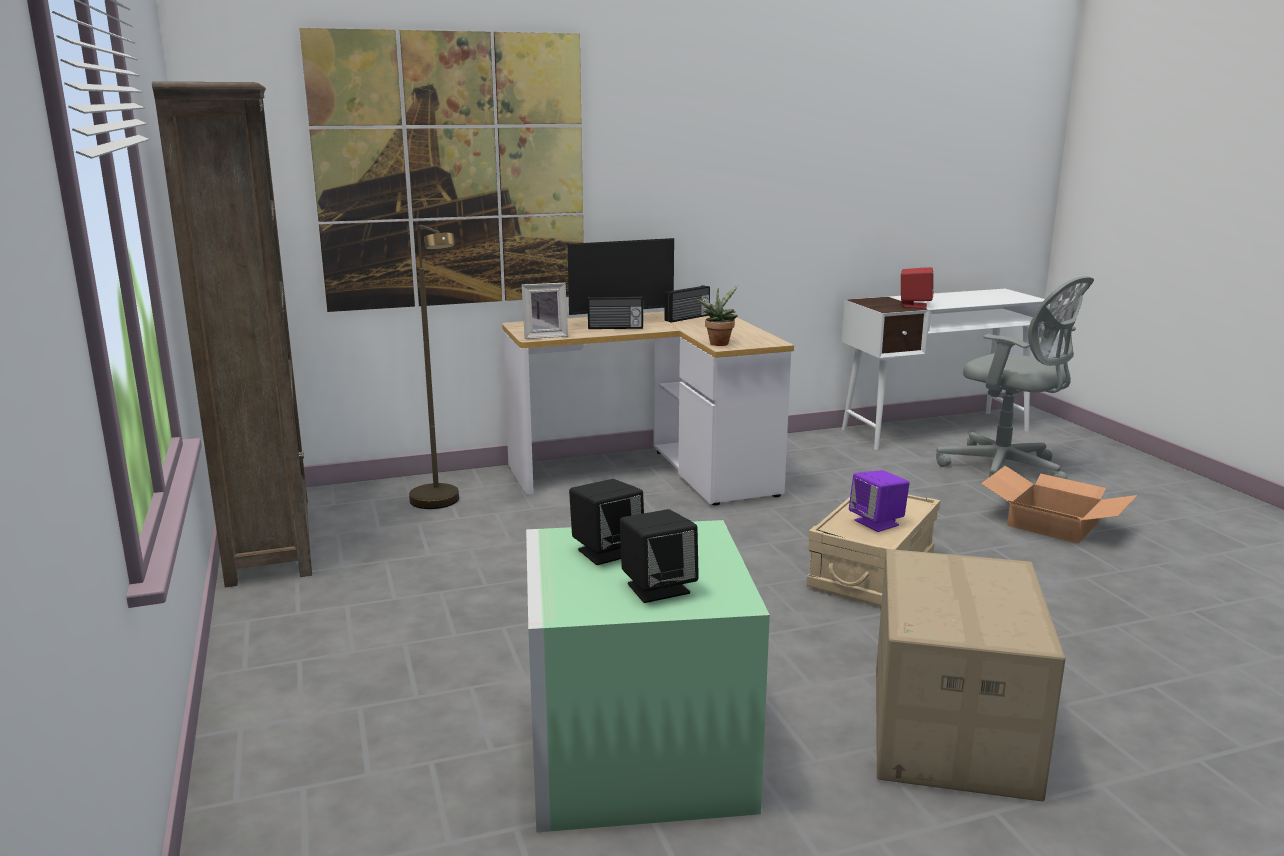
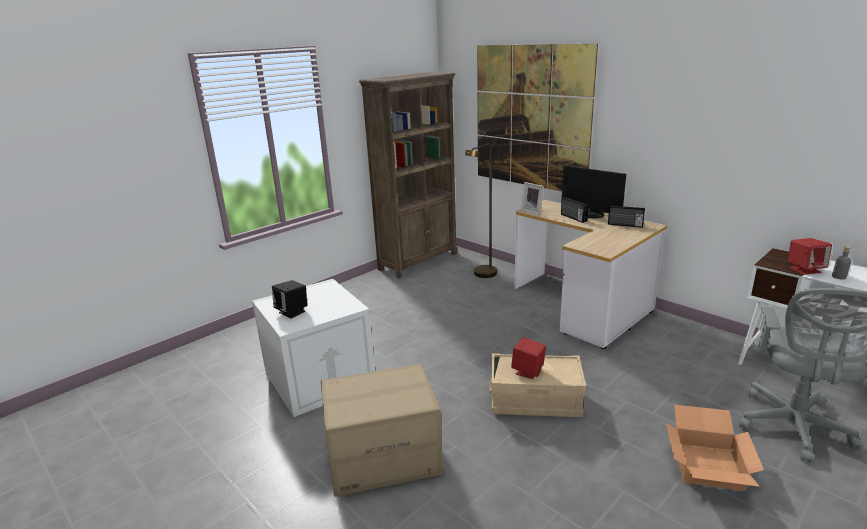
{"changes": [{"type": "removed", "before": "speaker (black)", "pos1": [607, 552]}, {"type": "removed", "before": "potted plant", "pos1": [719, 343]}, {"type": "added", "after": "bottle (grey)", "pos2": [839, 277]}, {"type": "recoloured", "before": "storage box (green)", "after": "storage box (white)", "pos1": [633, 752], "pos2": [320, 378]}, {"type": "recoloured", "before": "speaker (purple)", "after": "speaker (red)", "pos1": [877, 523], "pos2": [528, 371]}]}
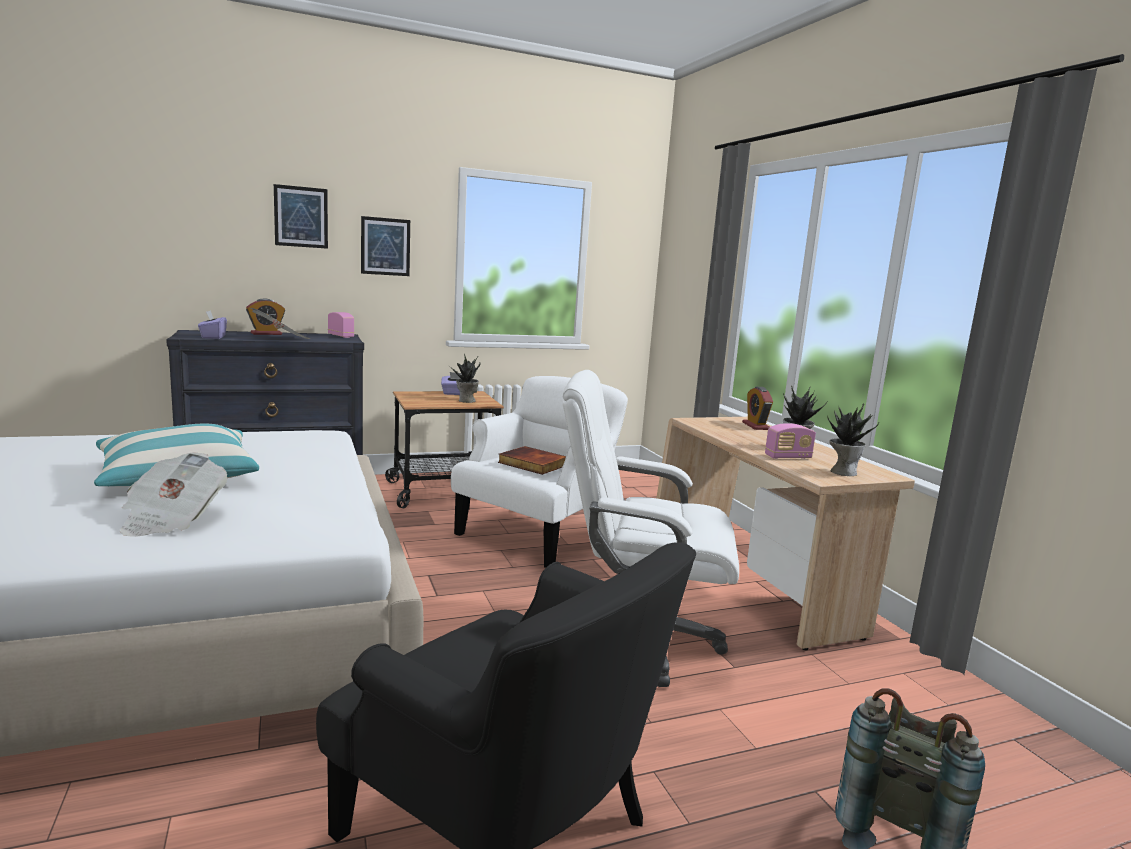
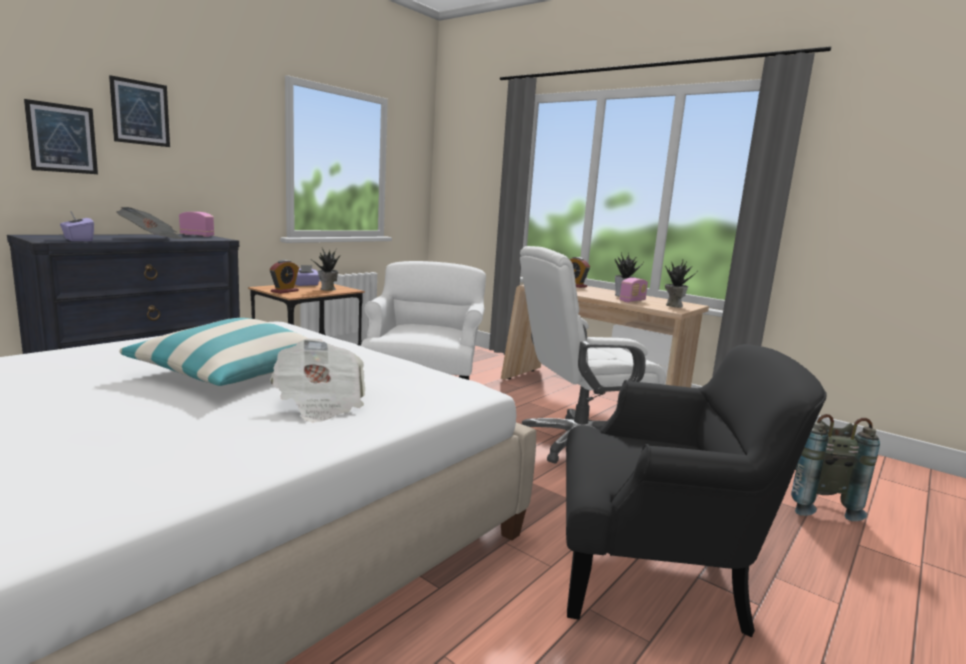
{"changes": [{"type": "removed", "before": "book", "pos1": [531, 464]}, {"type": "moved", "before": "alarm clock", "pos1": [266, 334], "pos2": [284, 291]}, {"type": "moved", "before": "picture", "pos1": [385, 246], "pos2": [62, 138]}]}
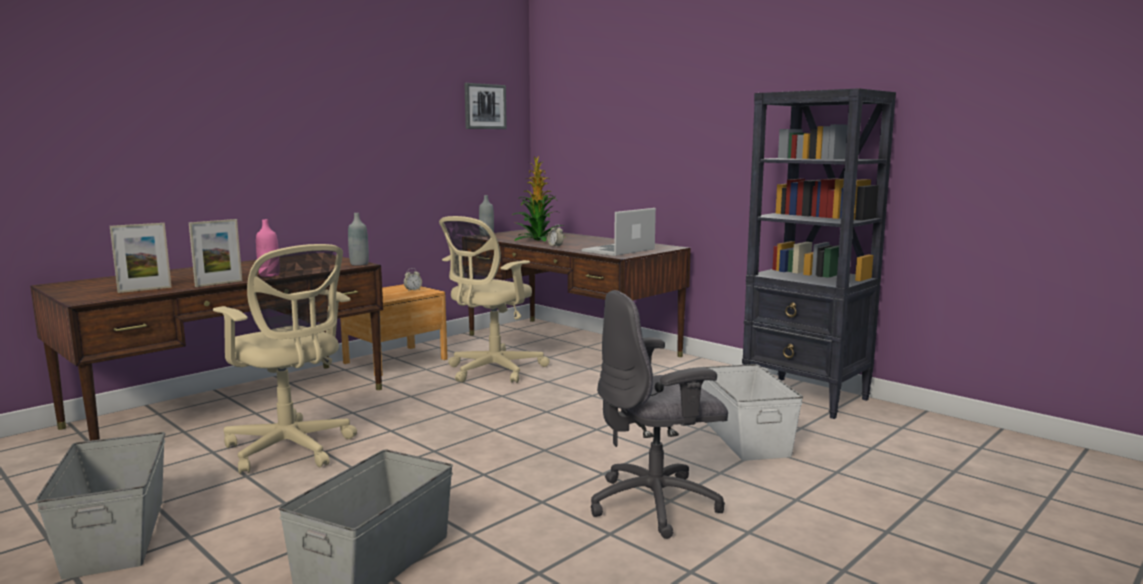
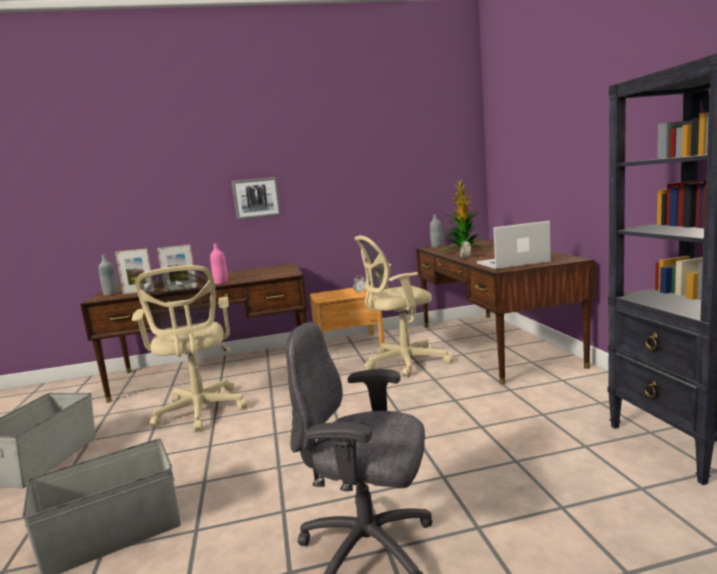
{"changes": [{"type": "removed", "before": "storage box (white)", "pos1": [746, 437]}, {"type": "moved", "before": "bottle (grey)", "pos1": [359, 264], "pos2": [111, 294]}, {"type": "moved", "before": "picture", "pos1": [484, 106], "pos2": [256, 198]}]}
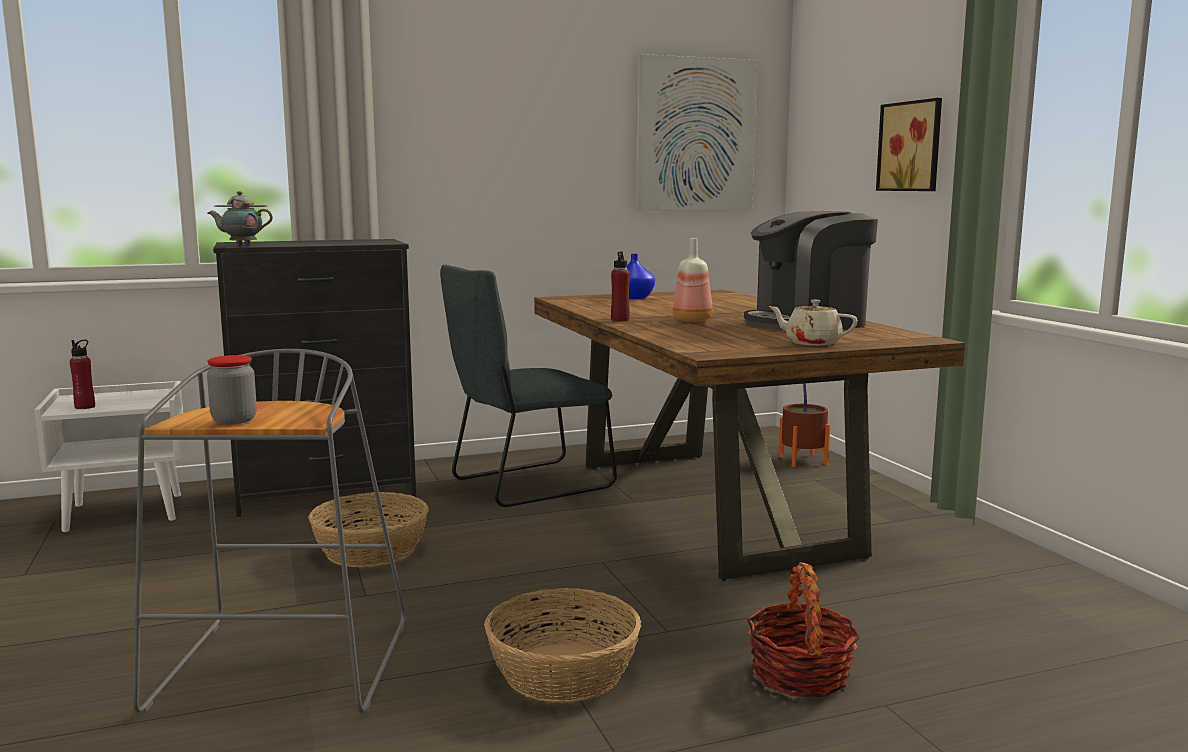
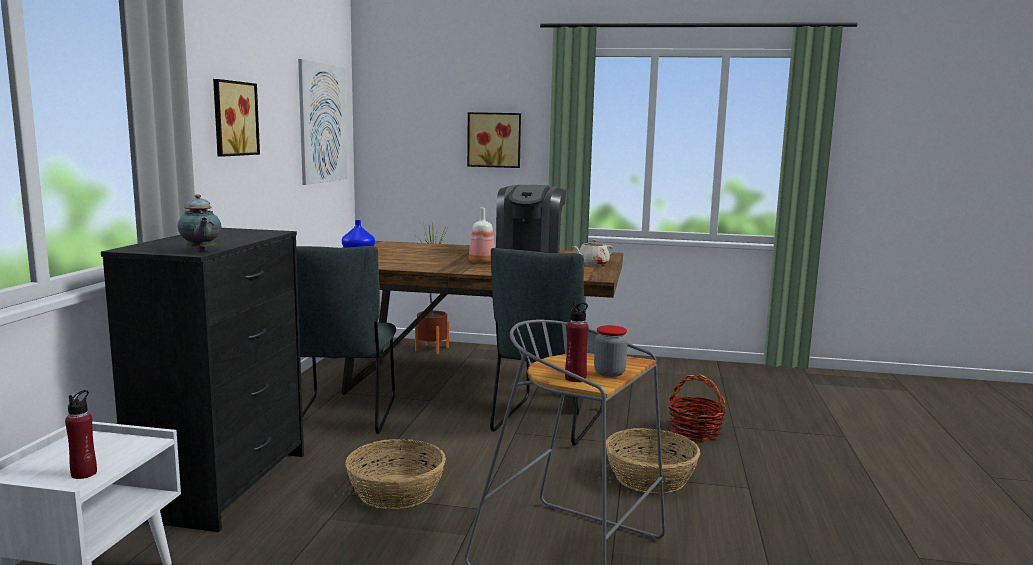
{"changes": [{"type": "added", "after": "picture", "pos2": [232, 118]}, {"type": "added", "after": "chair (grey)", "pos2": [546, 423]}, {"type": "moved", "before": "bottle (red)", "pos1": [620, 320], "pos2": [575, 378]}, {"type": "turned", "before": "teapot", "pos1": [241, 246], "pos2": [201, 251], "turn": -60}]}
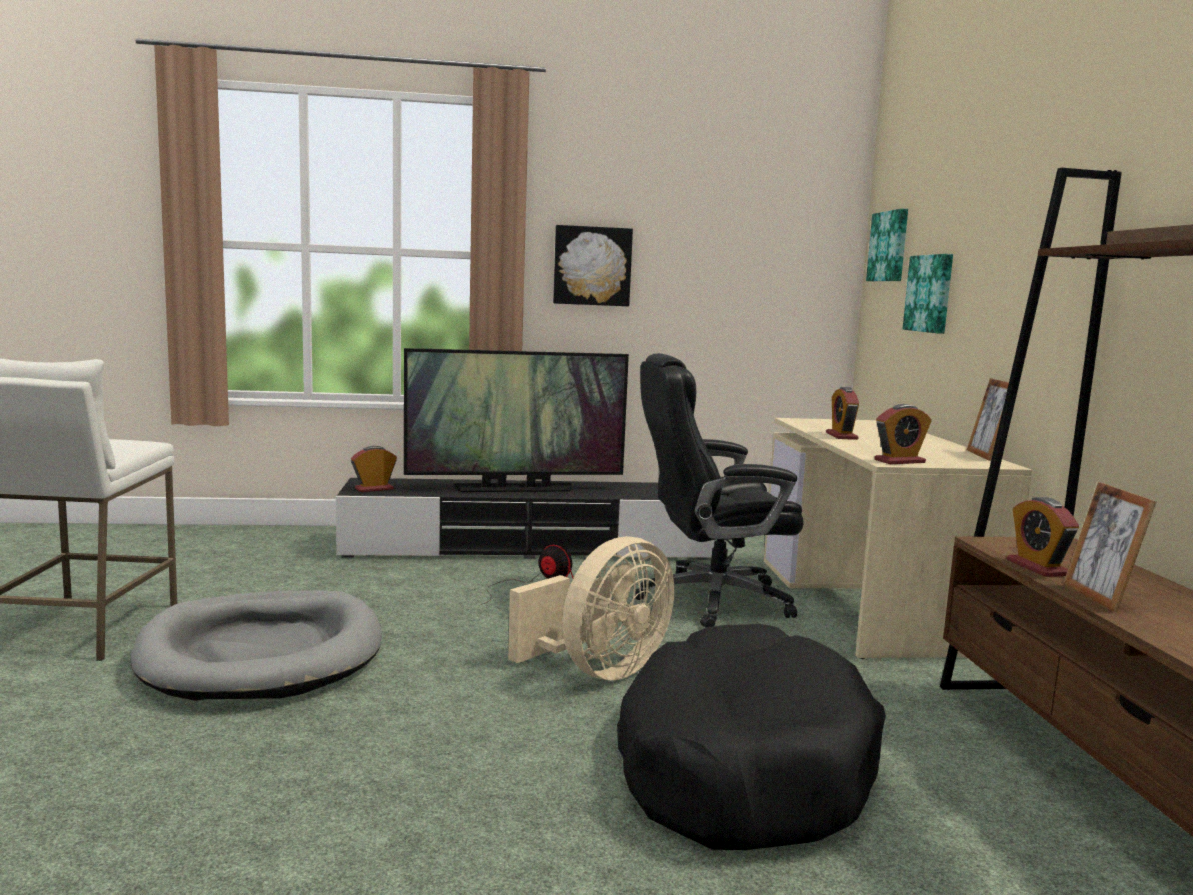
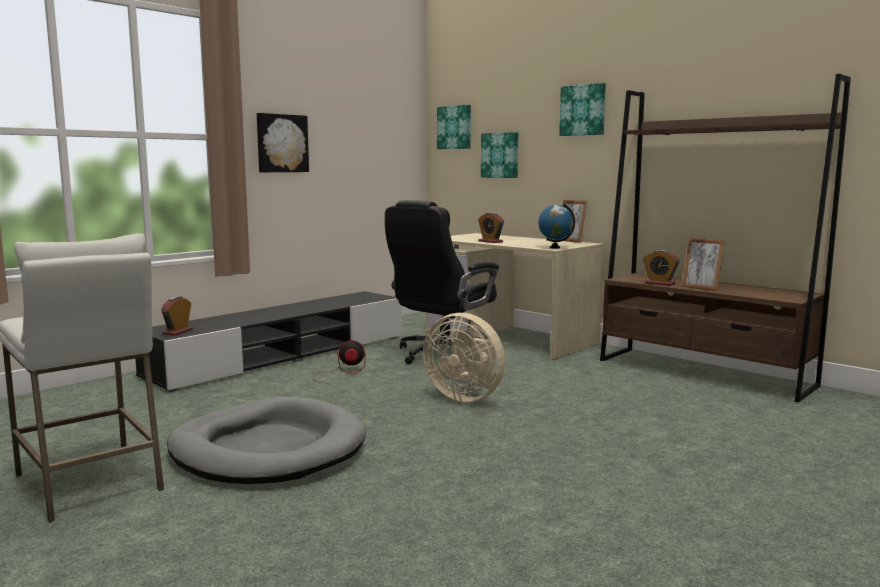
{"changes": [{"type": "removed", "before": "television", "pos1": [515, 489]}, {"type": "removed", "before": "dog bed (black)", "pos1": [741, 765]}, {"type": "added", "after": "picture", "pos2": [583, 110]}, {"type": "replaced", "before": "alarm clock", "after": "globe", "pos1": [899, 461], "pos2": [555, 247]}, {"type": "turned", "before": "fan (beige)", "pos1": [600, 671], "pos2": [466, 397], "turn": 120}]}
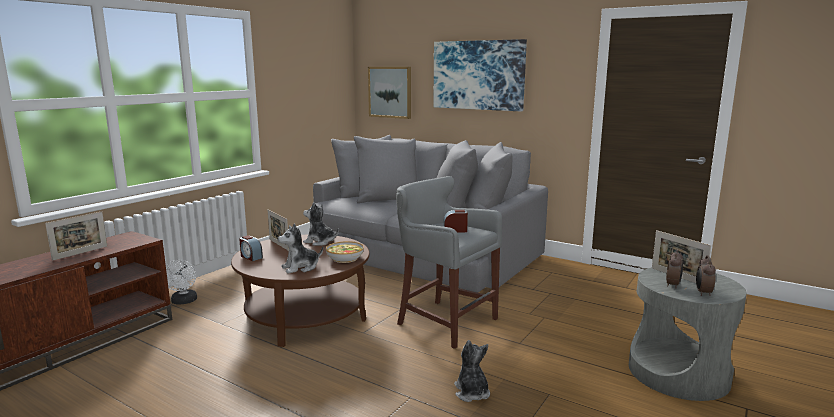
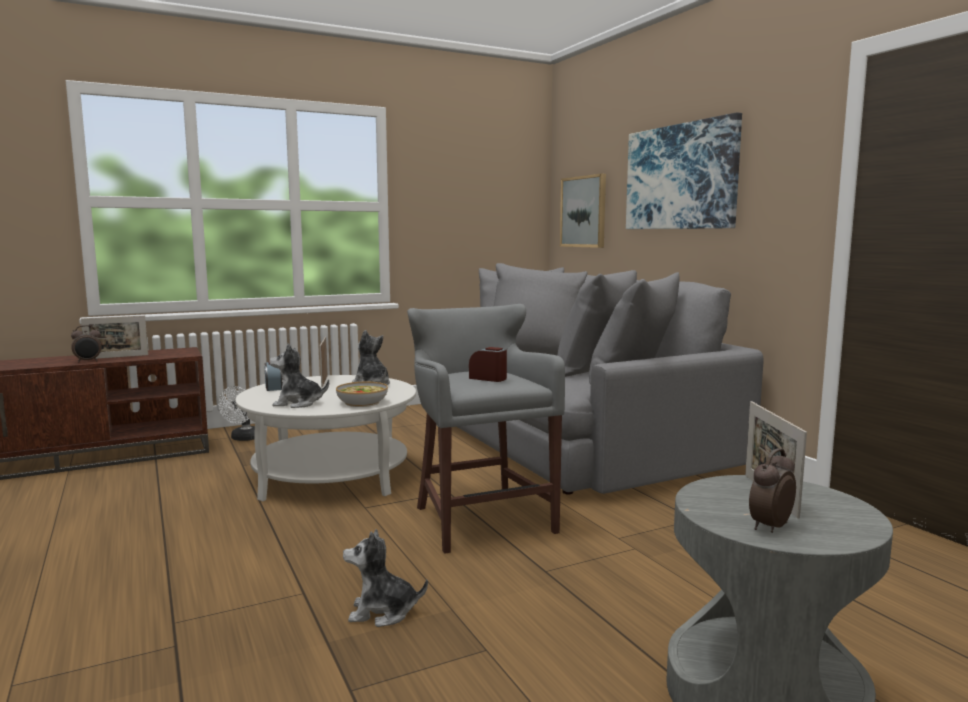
{"changes": [{"type": "moved", "before": "alarm clock", "pos1": [673, 285], "pos2": [88, 361]}, {"type": "recoloured", "before": "coffee table (brown)", "after": "coffee table (white)", "pos1": [305, 316], "pos2": [331, 476]}, {"type": "turned", "before": "plush toy", "pos1": [471, 393], "pos2": [382, 612], "turn": -105}]}
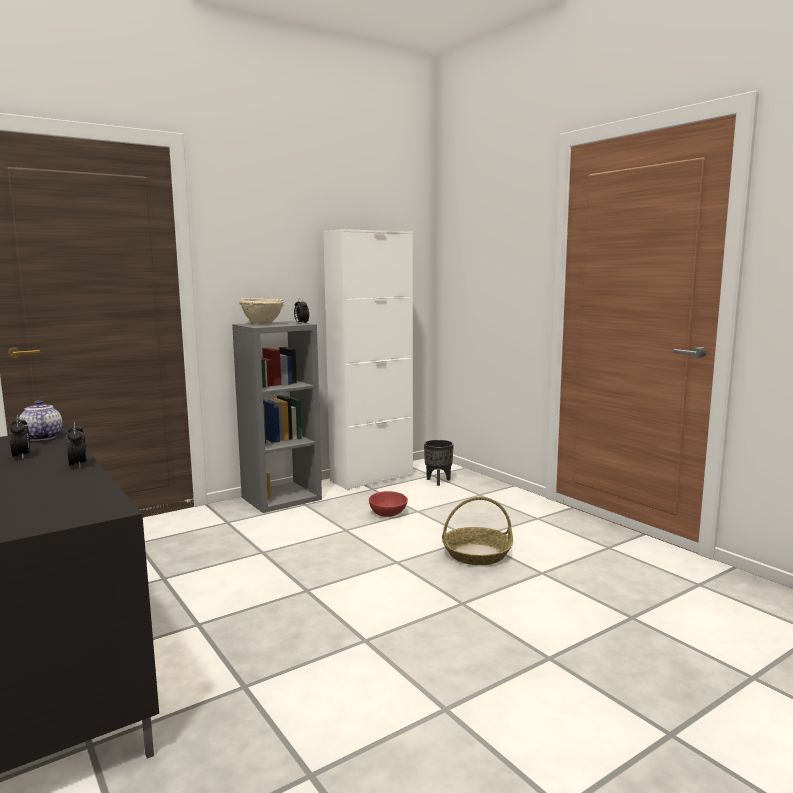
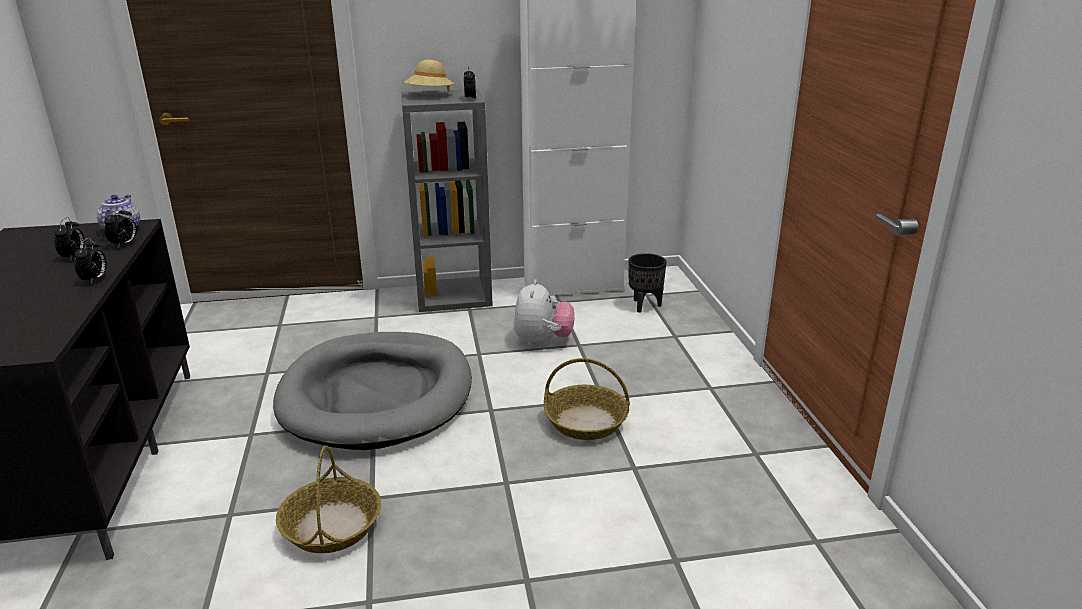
{"changes": [{"type": "added", "after": "alarm clock", "pos2": [124, 244]}, {"type": "added", "after": "dog bed (grey)", "pos2": [377, 395]}, {"type": "added", "after": "basket", "pos2": [331, 525]}, {"type": "replaced", "before": "bowl (beige)", "after": "hat (beige)", "pos1": [263, 324], "pos2": [430, 95]}, {"type": "replaced", "before": "bowl (red)", "after": "plush toy", "pos1": [387, 513], "pos2": [542, 341]}]}
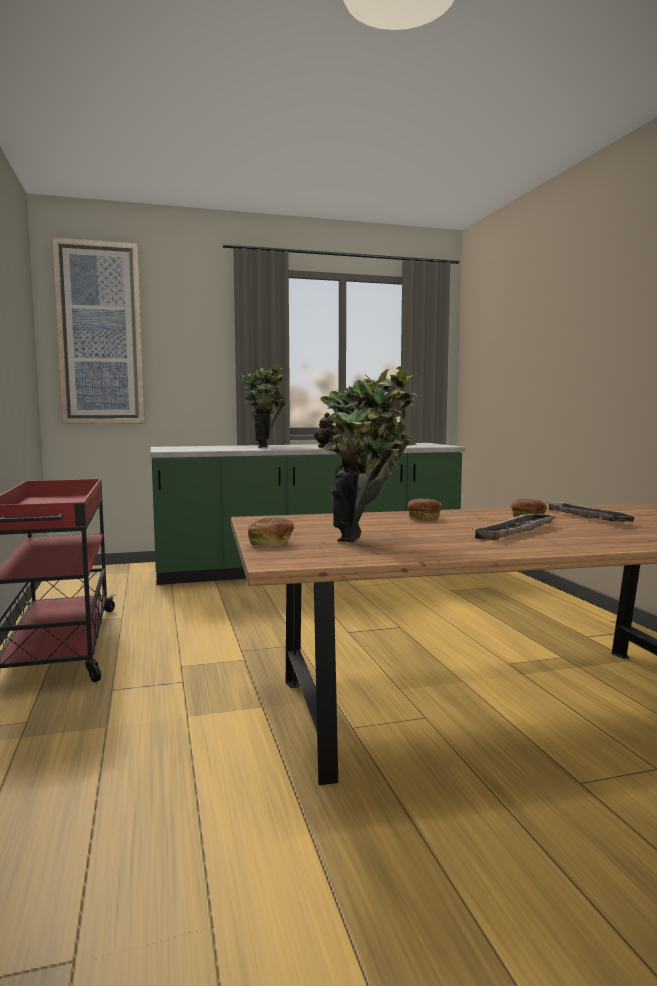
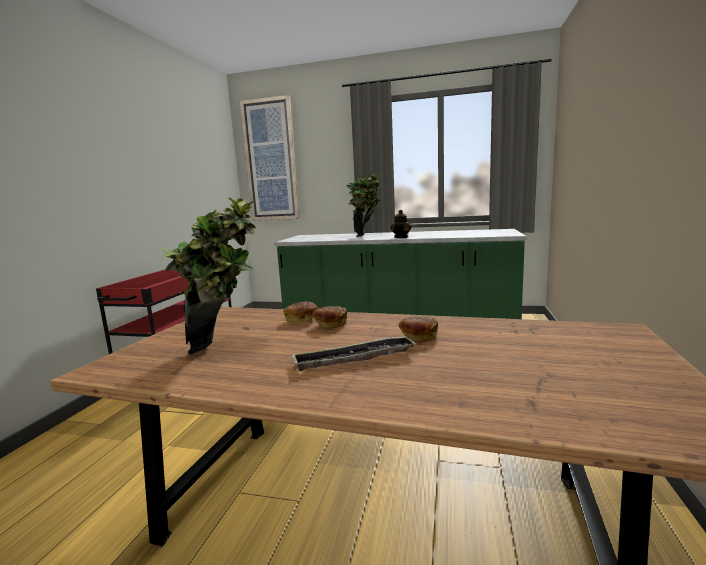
{"changes": [{"type": "removed", "before": "tray", "pos1": [587, 517]}, {"type": "moved", "before": "bread", "pos1": [271, 543], "pos2": [302, 319]}]}
